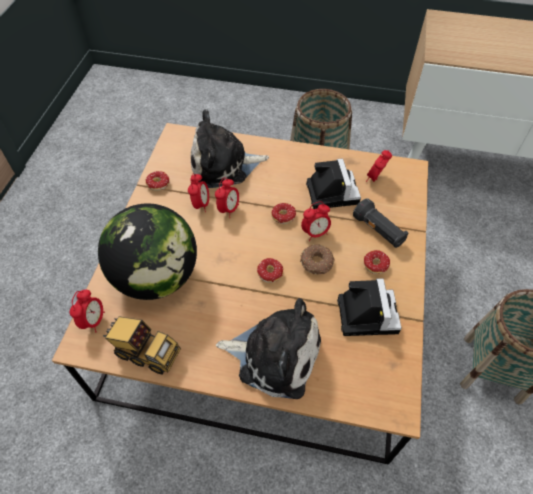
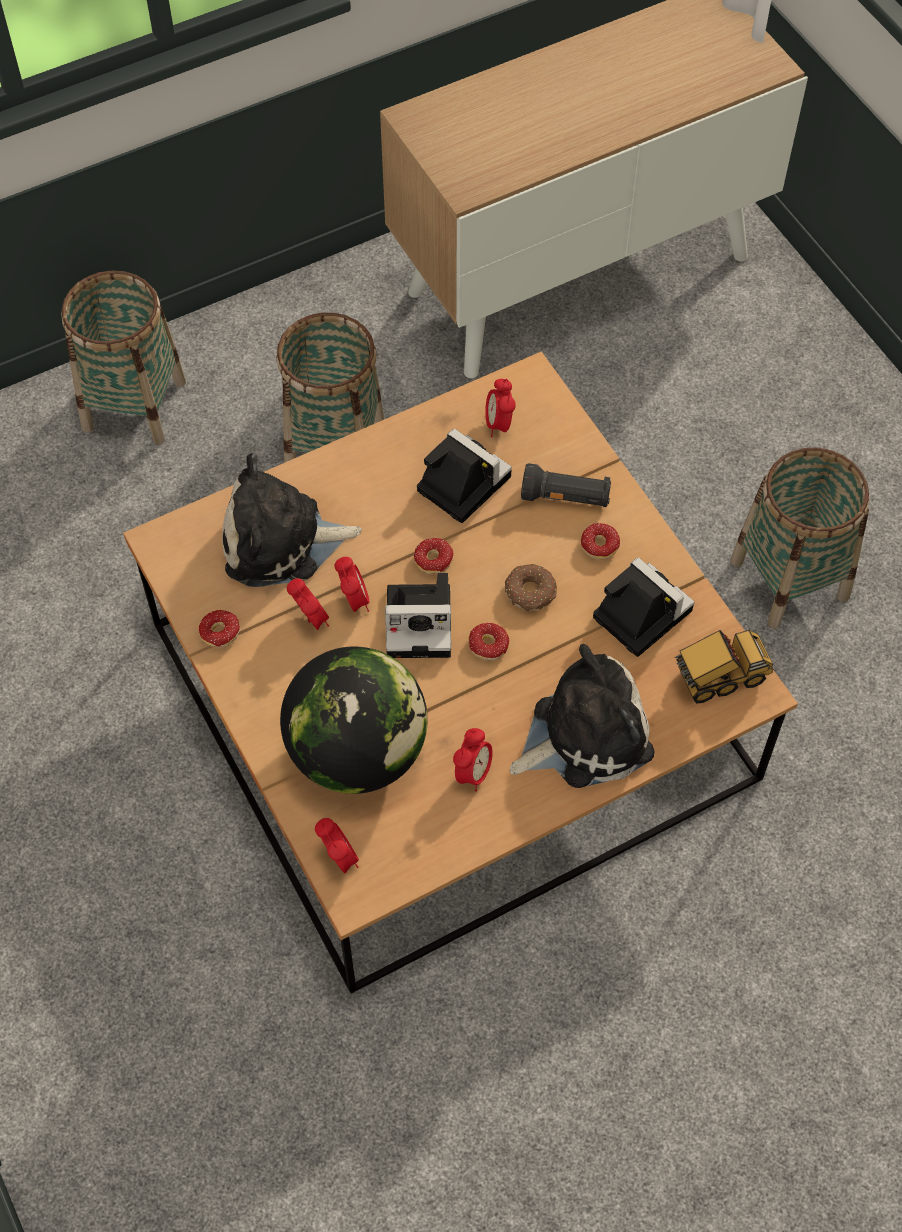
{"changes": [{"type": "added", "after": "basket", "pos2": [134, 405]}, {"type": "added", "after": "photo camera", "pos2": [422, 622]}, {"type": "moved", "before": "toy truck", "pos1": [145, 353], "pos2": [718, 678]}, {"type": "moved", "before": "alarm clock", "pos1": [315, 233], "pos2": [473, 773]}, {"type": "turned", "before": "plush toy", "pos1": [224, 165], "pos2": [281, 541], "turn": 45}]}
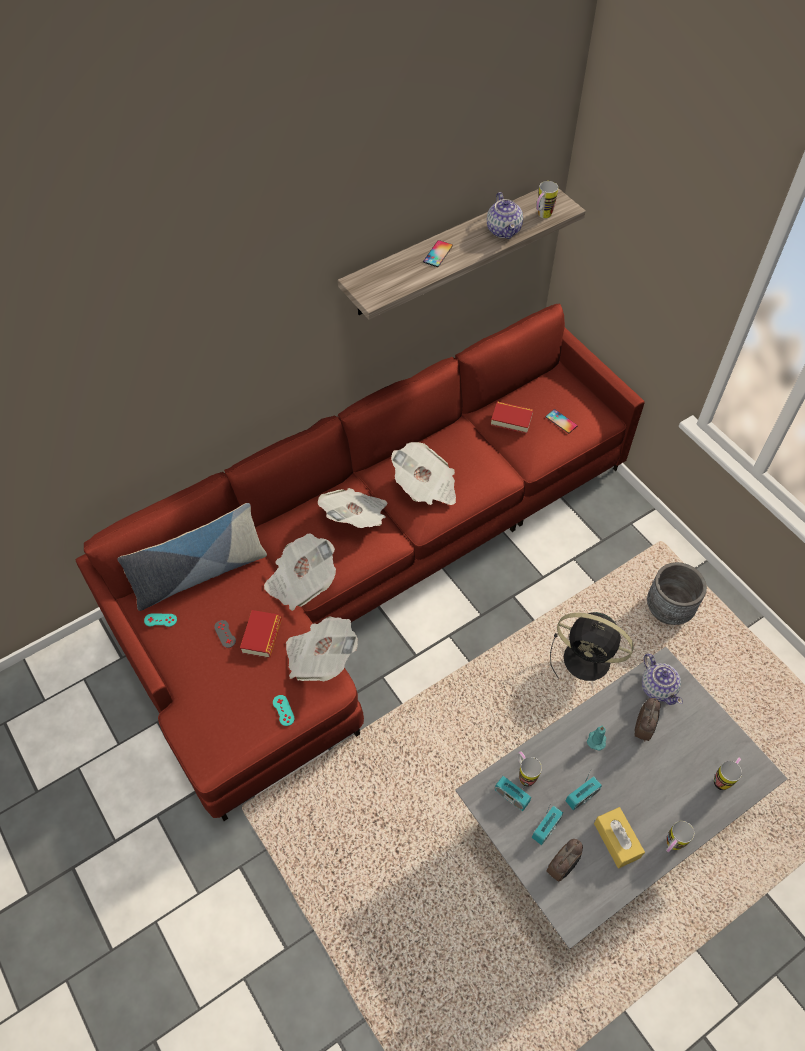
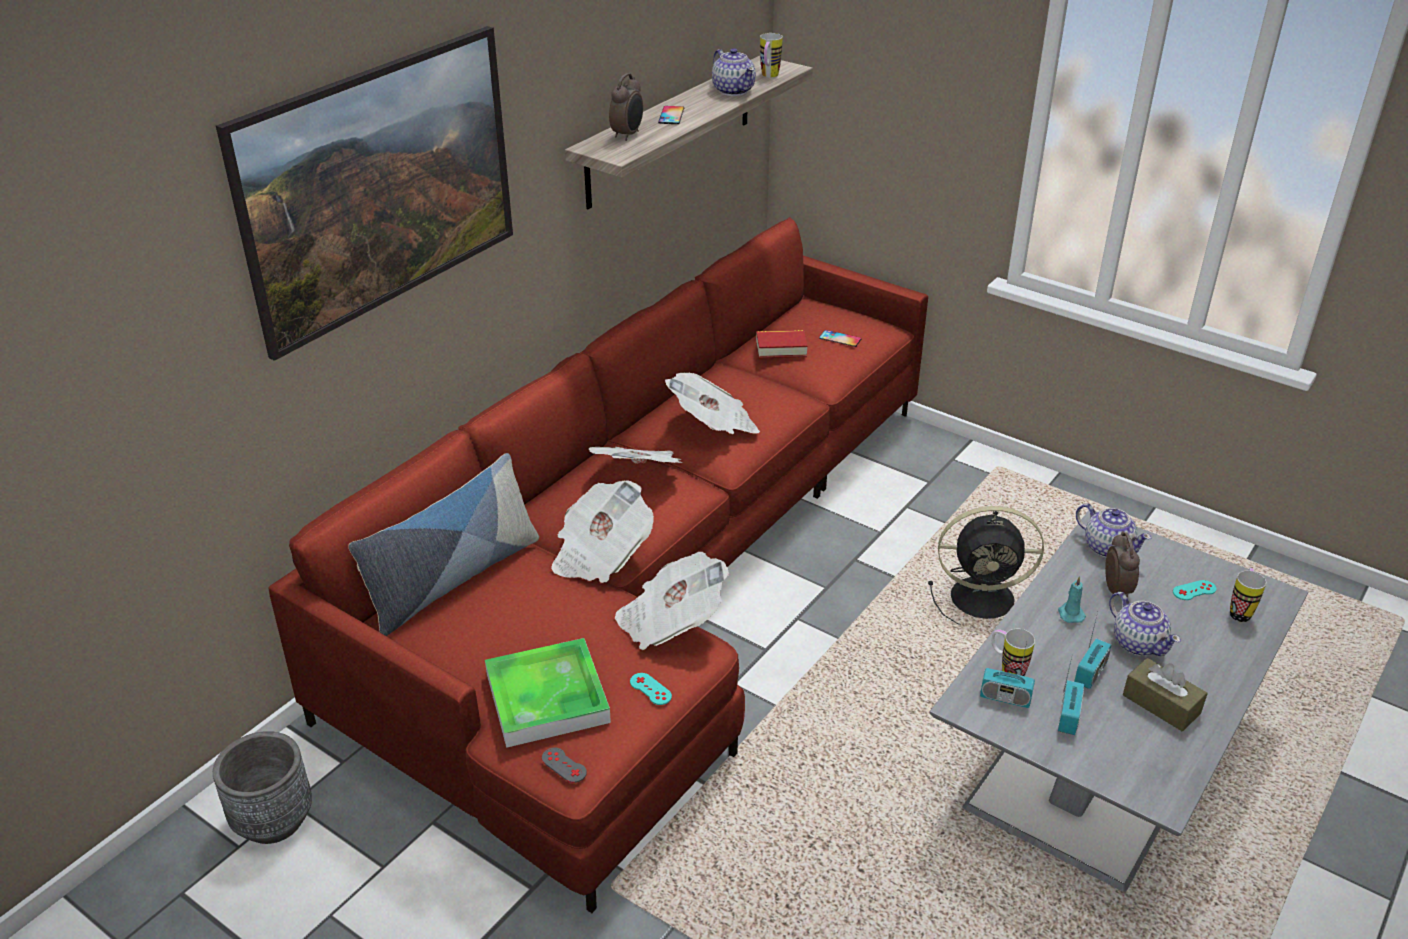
{"changes": [{"type": "removed", "before": "book", "pos1": [261, 636]}, {"type": "removed", "before": "mug", "pos1": [671, 846]}, {"type": "added", "after": "picture", "pos2": [389, 240]}, {"type": "added", "after": "tray", "pos2": [547, 698]}, {"type": "added", "after": "teapot", "pos2": [1138, 643]}, {"type": "moved", "before": "game controller (turquoise)", "pos1": [160, 620], "pos2": [1194, 590]}, {"type": "moved", "before": "game controller (grey)", "pos1": [225, 634], "pos2": [564, 765]}, {"type": "moved", "before": "alarm clock", "pos1": [562, 867], "pos2": [628, 135]}, {"type": "moved", "before": "planter (grey)", "pos1": [668, 609], "pos2": [274, 821]}, {"type": "recoloured", "before": "tissue box (yellow)", "after": "tissue box (brown)", "pos1": [616, 840], "pos2": [1161, 704]}]}
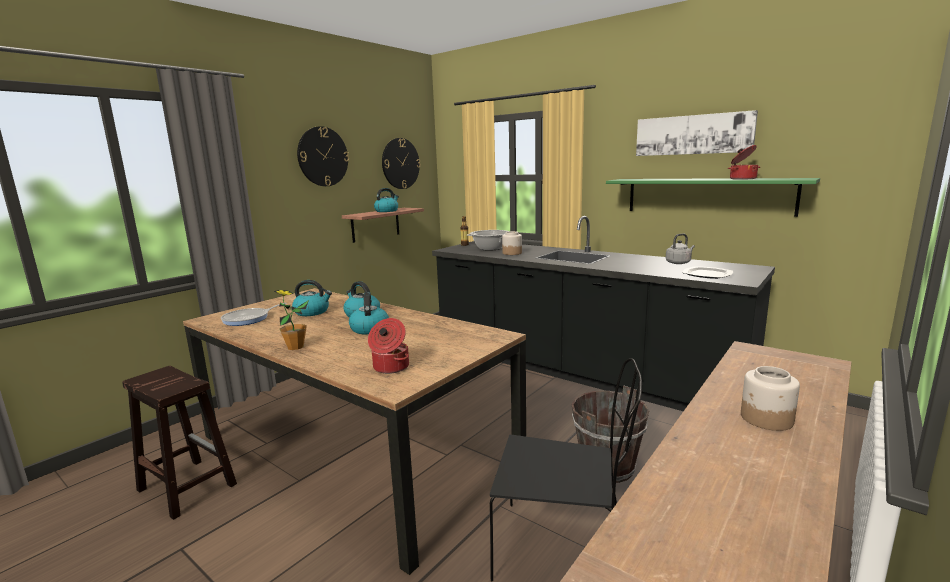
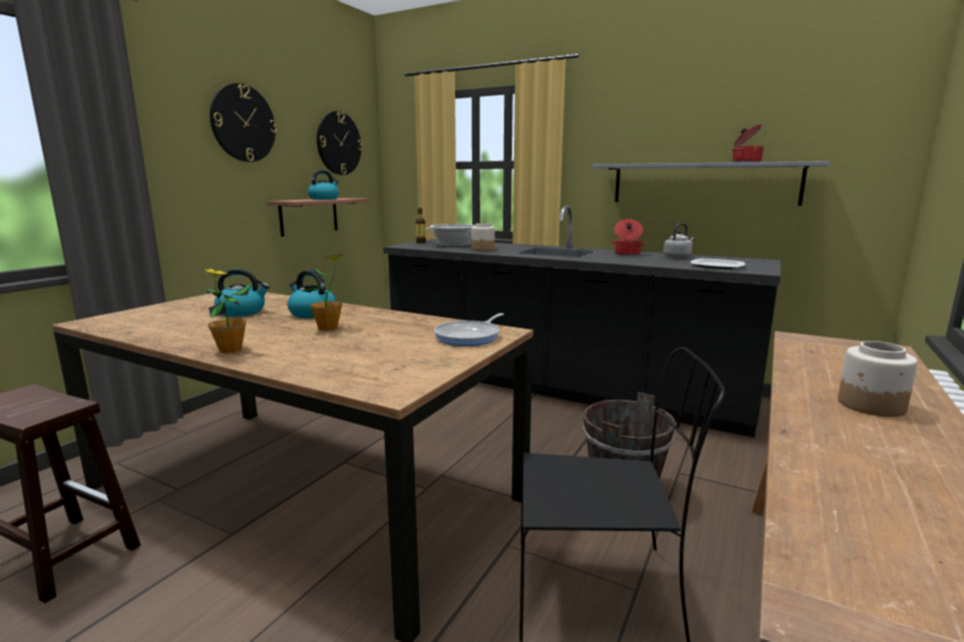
{"changes": [{"type": "removed", "before": "picture", "pos1": [693, 134]}, {"type": "moved", "before": "frying pan", "pos1": [248, 319], "pos2": [470, 336]}, {"type": "moved", "before": "cooking pot", "pos1": [390, 367], "pos2": [626, 254]}, {"type": "replaced", "before": "kettle", "after": "potted plant", "pos1": [369, 329], "pos2": [328, 328]}, {"type": "recoloured", "before": "shelf (green)", "after": "shelf (grey)", "pos1": [707, 196], "pos2": [703, 184]}]}
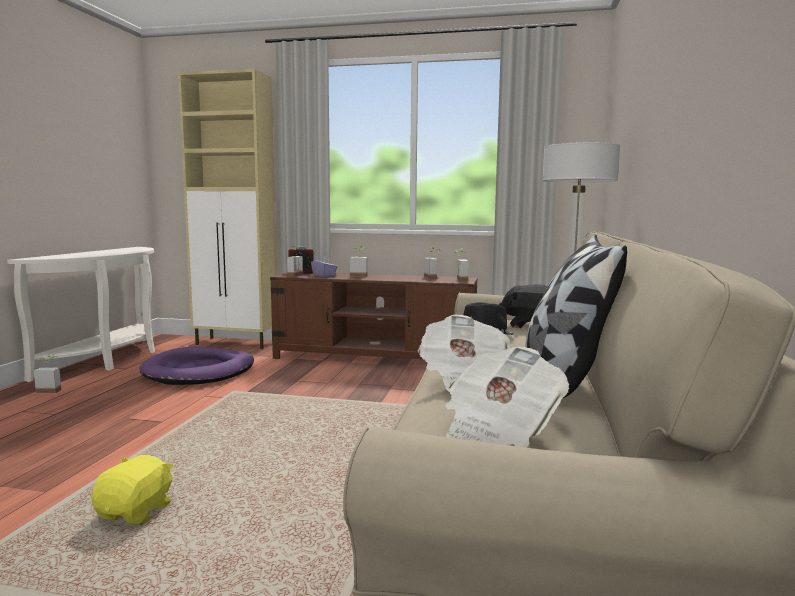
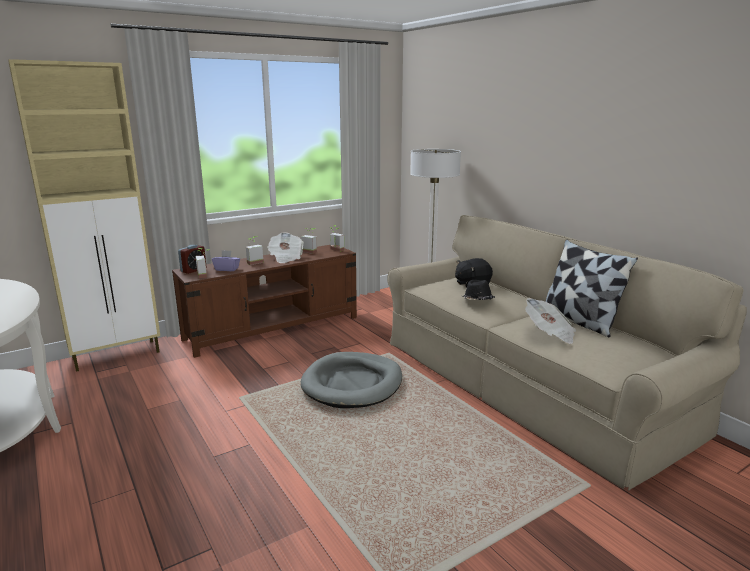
{"changes": [{"type": "removed", "before": "potted plant", "pos1": [51, 390]}, {"type": "removed", "before": "plush toy (yellow)", "pos1": [136, 512]}, {"type": "removed", "before": "dog bed (purple)", "pos1": [200, 371]}, {"type": "added", "after": "dog bed (grey)", "pos2": [352, 383]}, {"type": "moved", "before": "newspaper", "pos1": [498, 429], "pos2": [286, 258]}]}
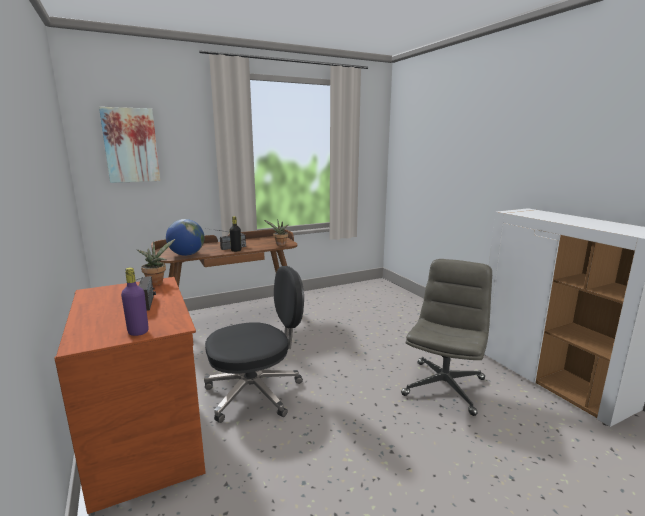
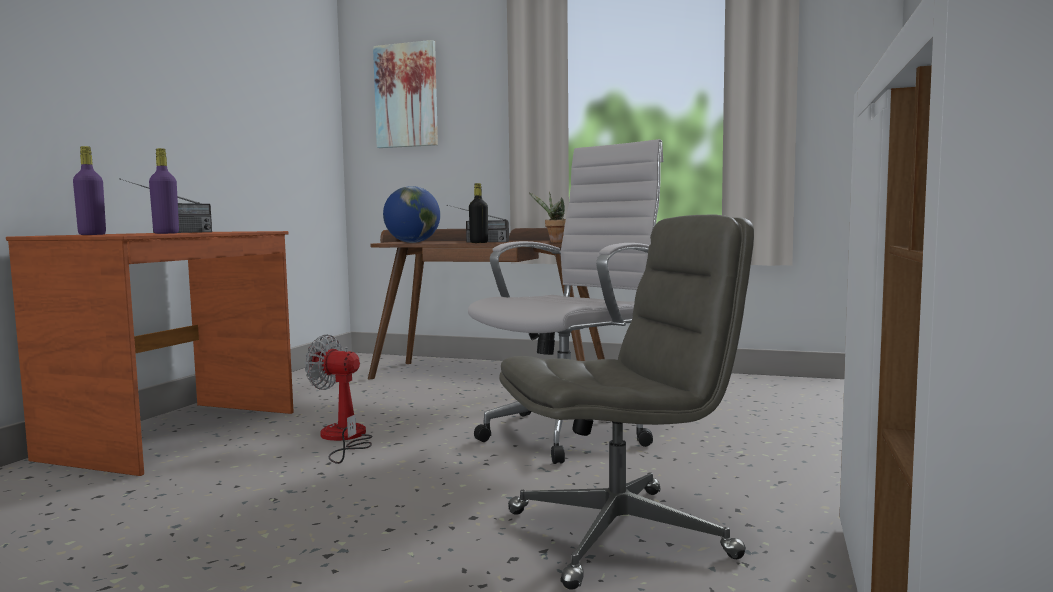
{"changes": [{"type": "removed", "before": "potted plant", "pos1": [157, 282]}, {"type": "added", "after": "bottle (purple)", "pos2": [166, 233]}, {"type": "added", "after": "office chair (white)", "pos2": [571, 432]}, {"type": "replaced", "before": "office chair (black)", "after": "fan", "pos1": [256, 392], "pos2": [344, 439]}]}
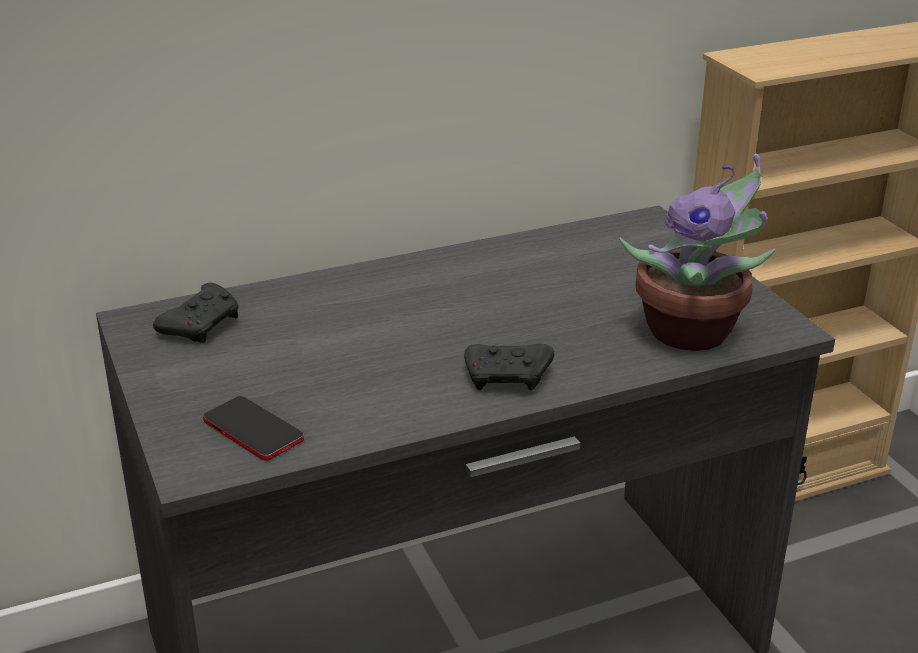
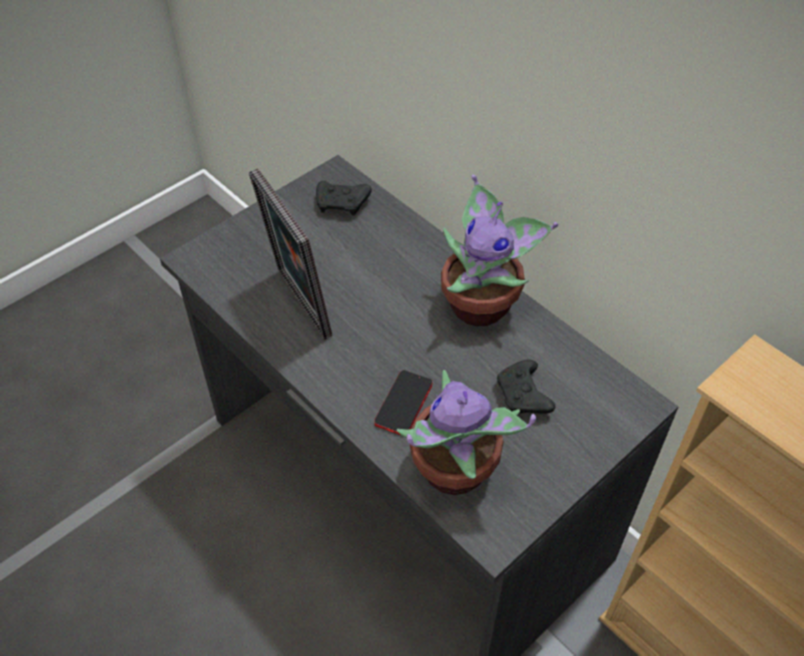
{"changes": [{"type": "added", "after": "picture frame", "pos2": [298, 305]}, {"type": "added", "after": "potted plant", "pos2": [482, 304]}, {"type": "moved", "before": "phone", "pos1": [253, 430], "pos2": [404, 403]}, {"type": "moved", "before": "game controller (black)", "pos1": [509, 378], "pos2": [523, 396]}]}
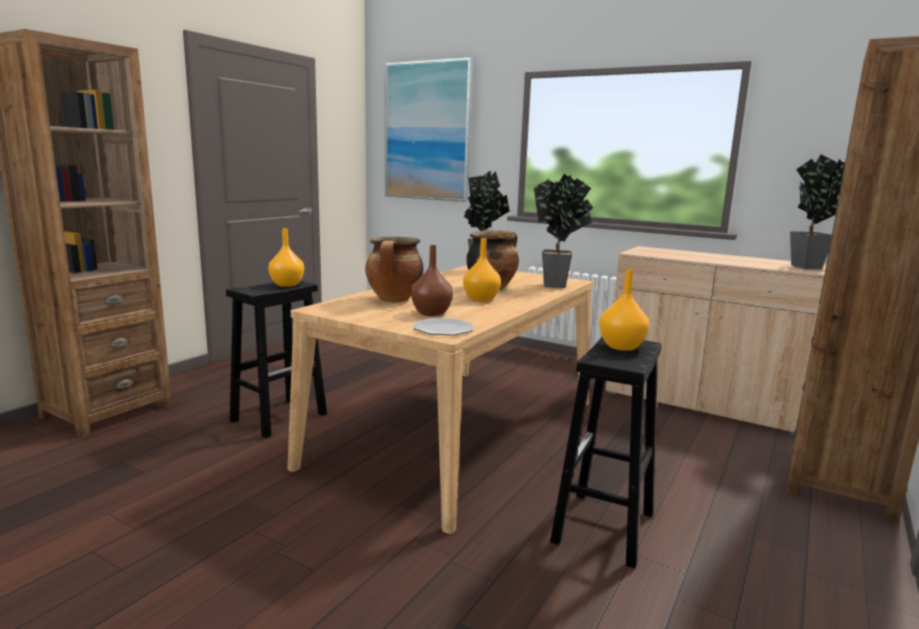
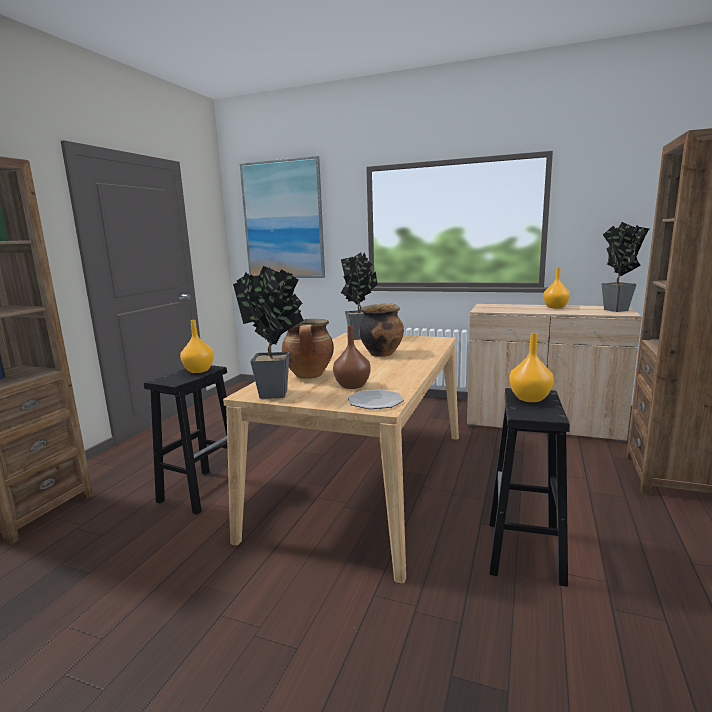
{"changes": [{"type": "moved", "before": "vase (orange)", "pos1": [480, 299], "pos2": [555, 307]}, {"type": "moved", "before": "potted plant", "pos1": [559, 286], "pos2": [278, 395]}]}
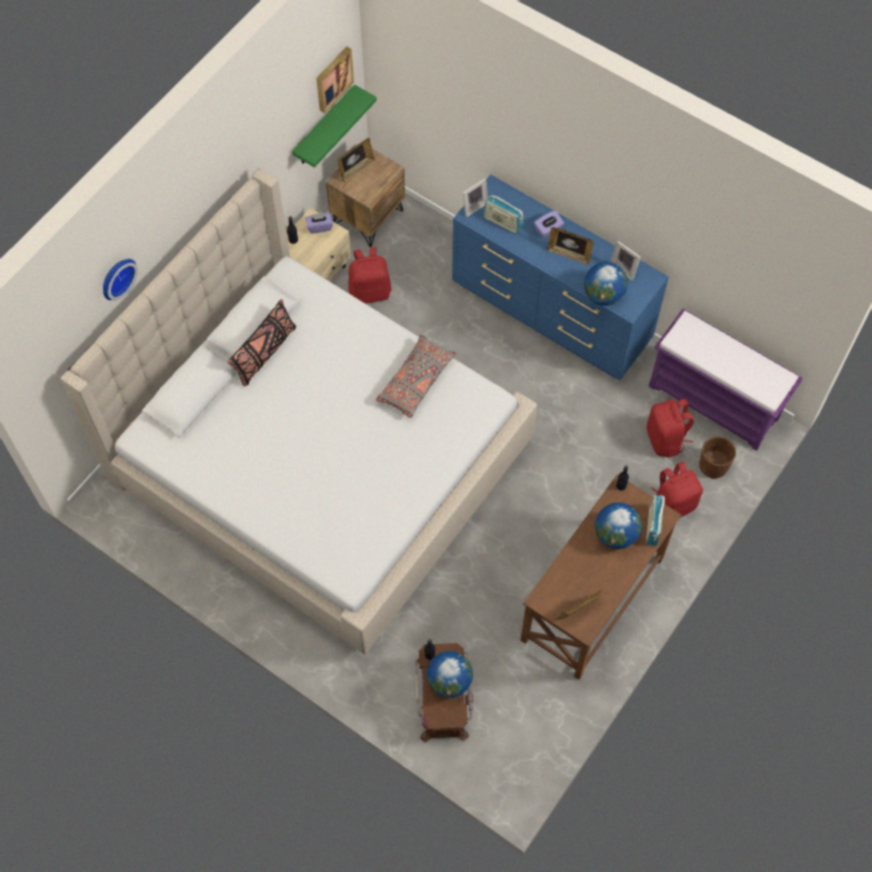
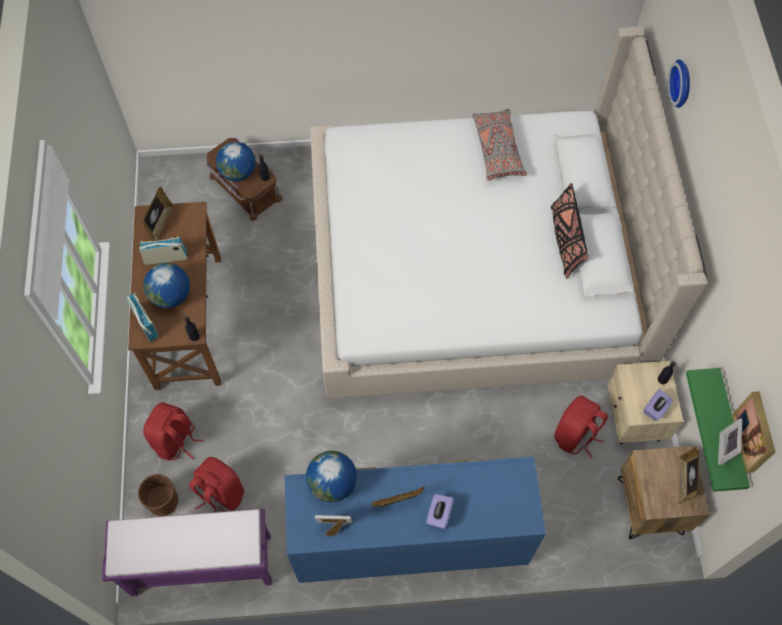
{"changes": [{"type": "moved", "before": "pillow (grey)", "pos1": [416, 381], "pos2": [497, 150]}, {"type": "moved", "before": "picture frame", "pos1": [473, 206], "pos2": [727, 449]}, {"type": "moved", "before": "radio", "pos1": [502, 222], "pos2": [166, 258]}]}
